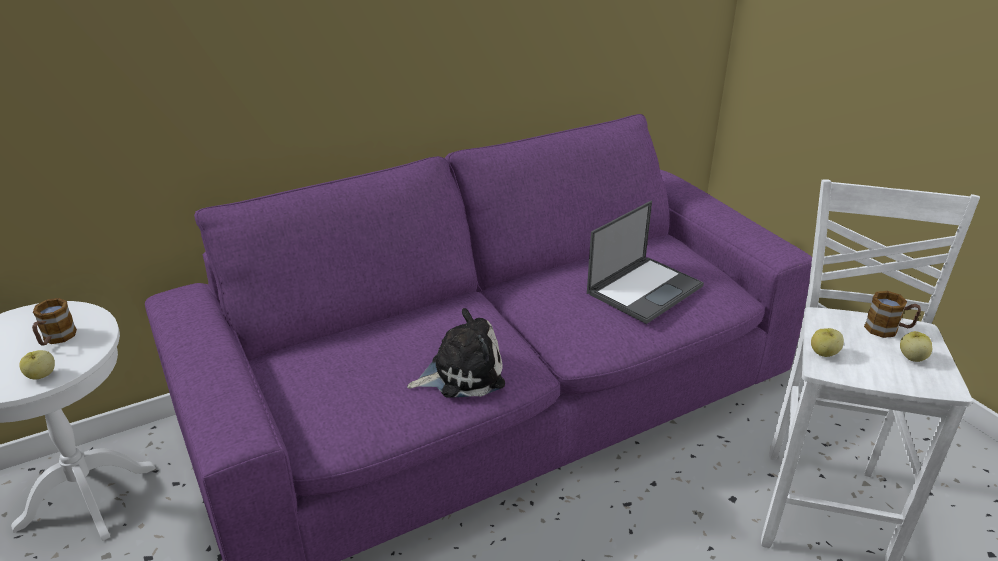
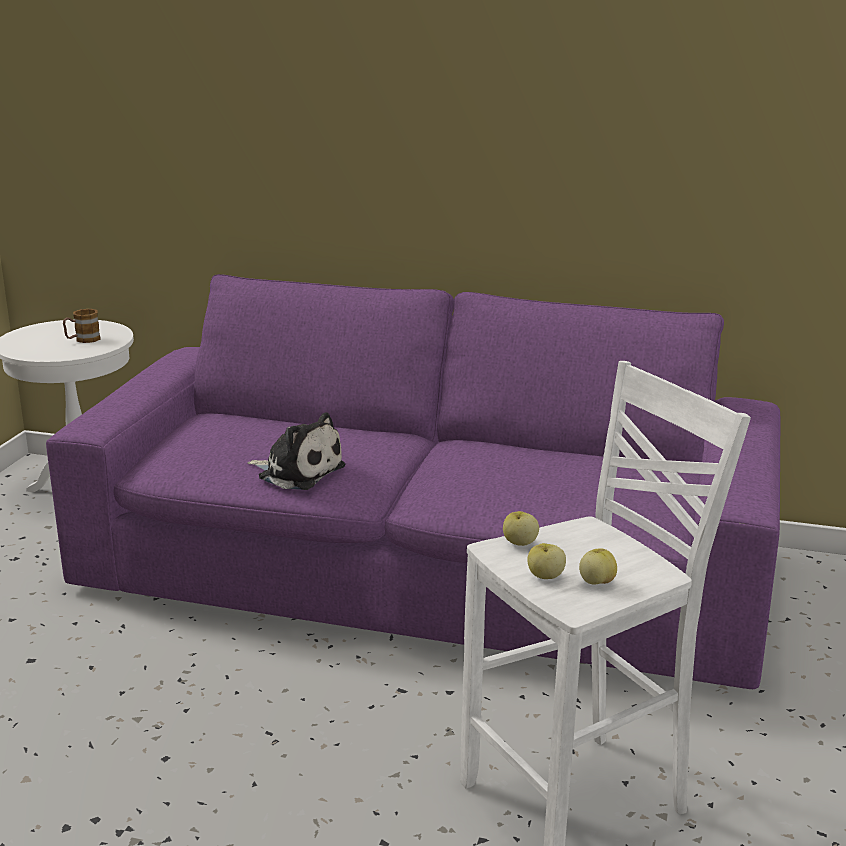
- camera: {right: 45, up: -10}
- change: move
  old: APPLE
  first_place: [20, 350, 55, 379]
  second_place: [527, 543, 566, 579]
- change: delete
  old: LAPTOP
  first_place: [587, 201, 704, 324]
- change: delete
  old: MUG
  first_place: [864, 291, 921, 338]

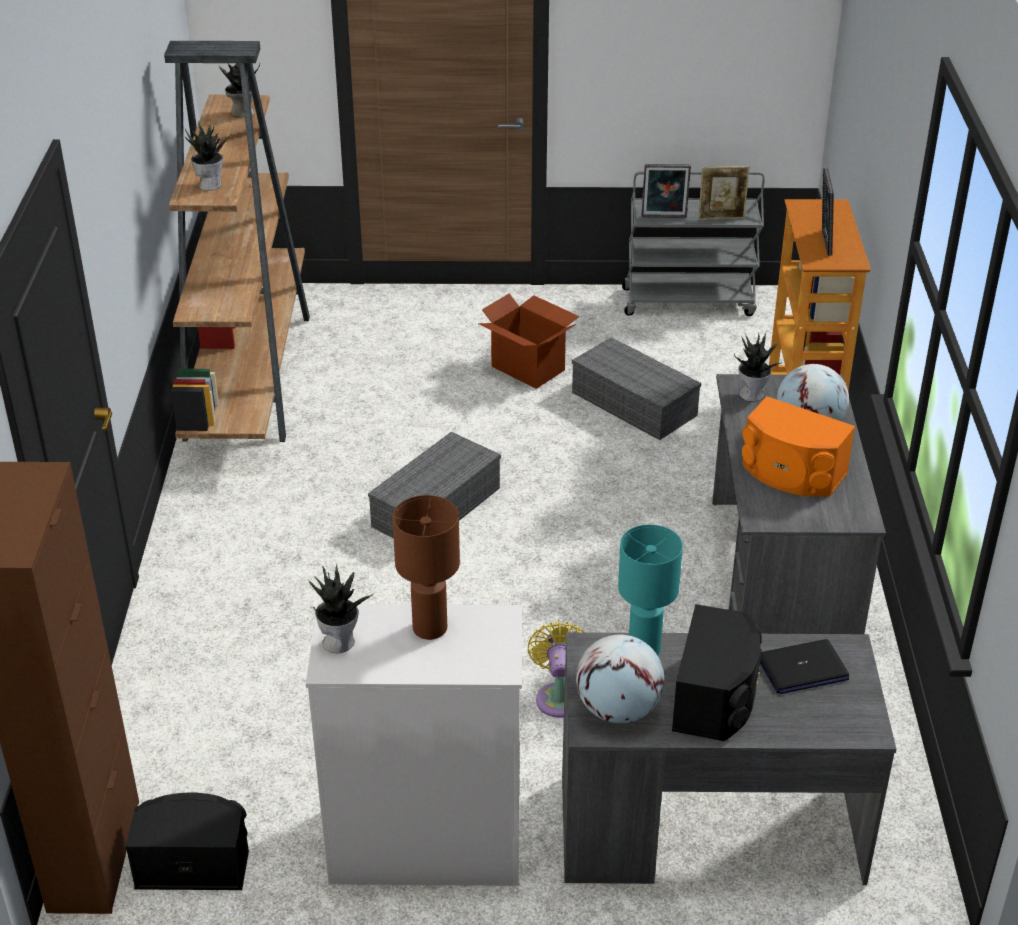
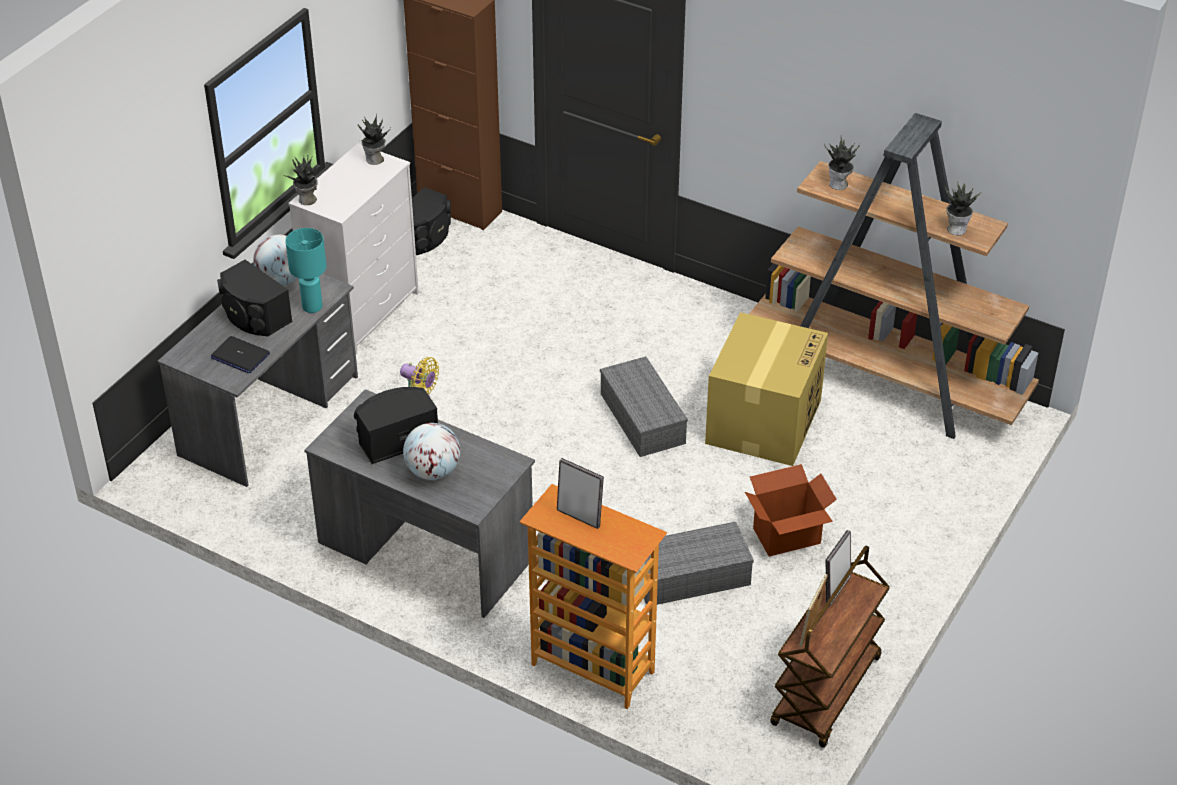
- camera: {right: 120, up: 5}
- change: rotate
  old: LAPTOP
  first_place: [760, 639, 849, 694]
  second_place: [211, 336, 270, 373]
  degrees: -75
- change: move
  old: POTTED PLANT
  first_place: [734, 333, 783, 402]
  second_place: [284, 155, 318, 205]
- change: recolor
  old: ORANGE SPEAKER
  new: BLACK SPEAKER
  first_place: [742, 396, 855, 497]
  second_place: [354, 387, 438, 464]
- change: insert
  new: CARDBOARD BOX
  second_place: [705, 312, 828, 466]
- change: recolor
  old: GREY CART
  new: BROWN CART
  first_place: [622, 171, 765, 316]
  second_place: [771, 546, 890, 748]
- change: delete
  old: BROWN TABLE LAMP
  first_place: [392, 495, 460, 640]

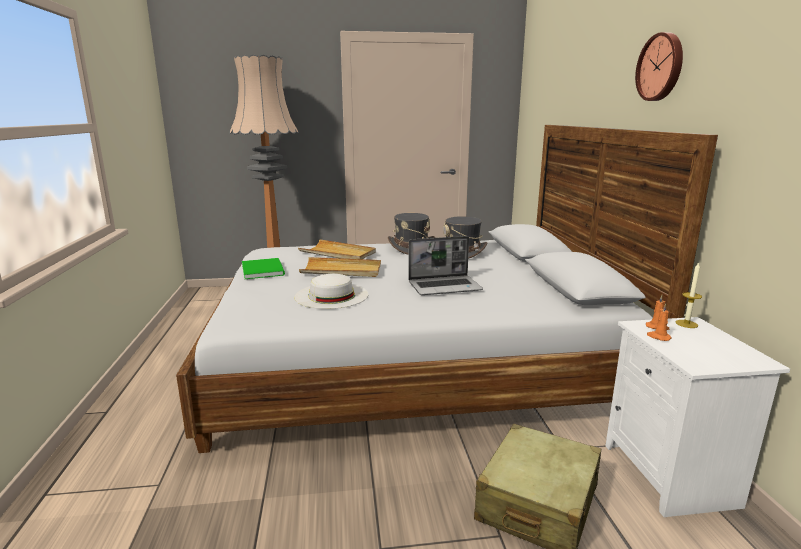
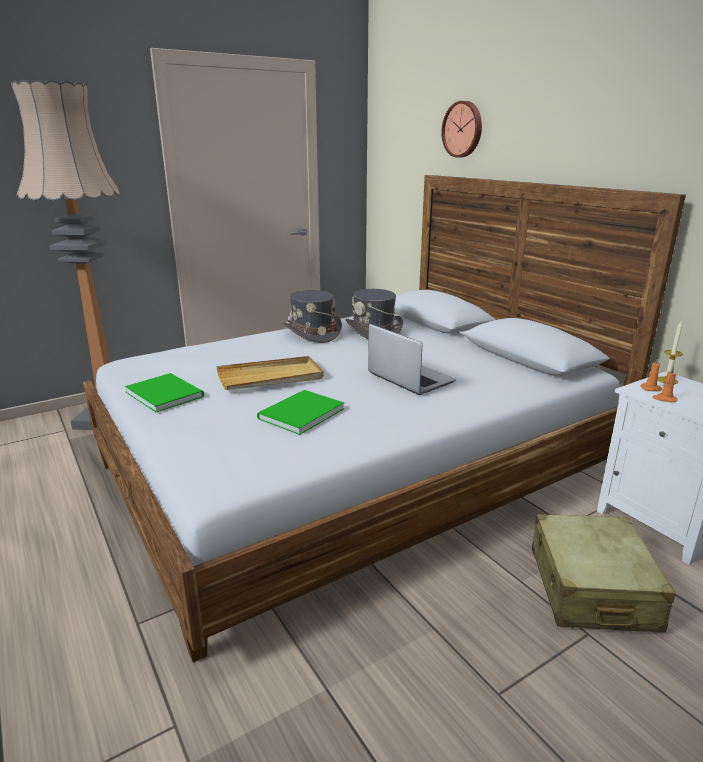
- camera: {right: -25, up: 5}
- change: replace
  old: WHITE HAT
  new: GREEN BOOK
  first_place: [294, 274, 368, 309]
  second_place: [257, 390, 344, 435]
- change: rotate
  old: LAPTOP
  first_place: [408, 236, 483, 295]
  second_place: [368, 324, 456, 395]
  degrees: -90
- change: move
  old: WALL CLOCK
  first_place: [635, 32, 683, 101]
  second_place: [441, 101, 482, 157]
- change: delete
  old: BEIGE TRAY
  first_place: [298, 239, 376, 259]

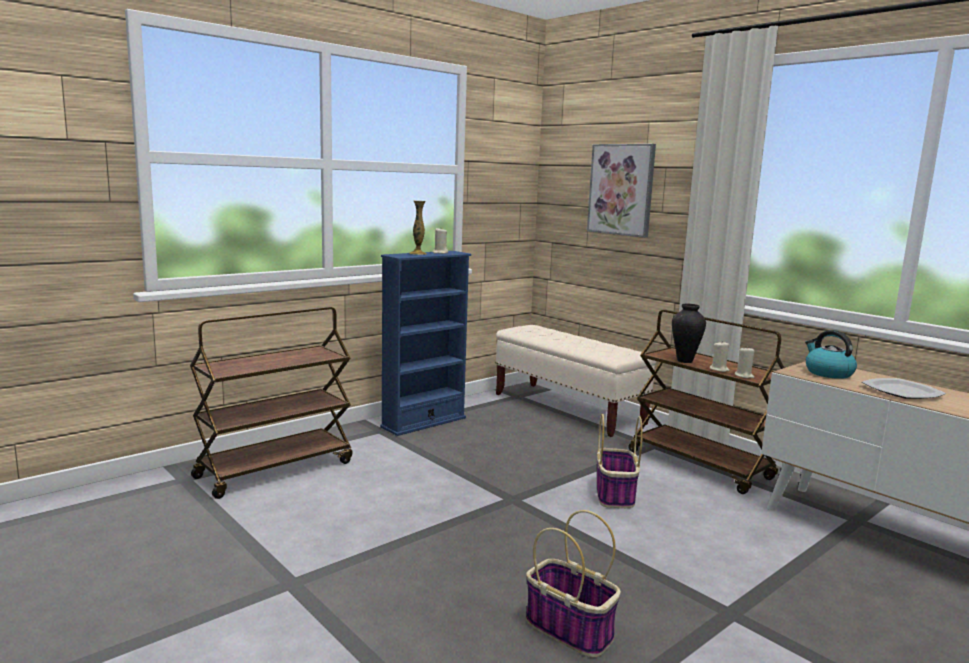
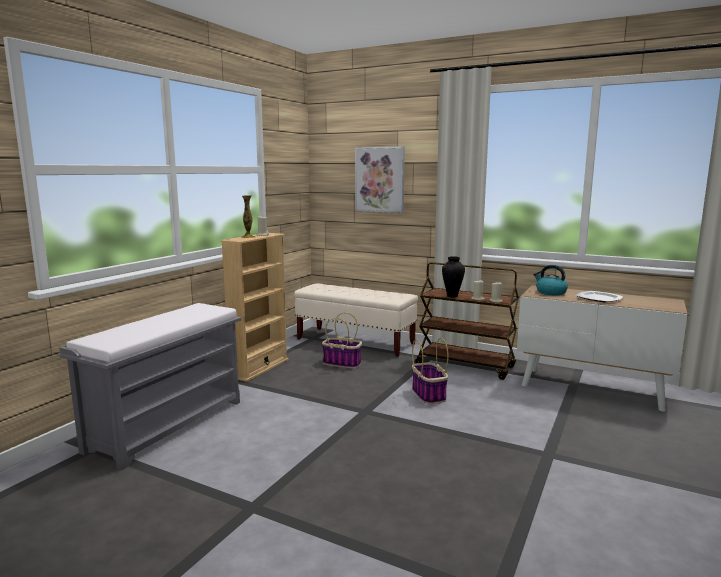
- camera: {right: -20, up: 0}
- change: replace
  old: BROWN CART
  new: GREY BENCH
  first_place: [190, 307, 352, 499]
  second_place: [59, 303, 242, 470]
- change: recolor
  old: BLUE BOOKCASE
  new: BEIGE BOOKCASE
  first_place: [380, 251, 471, 436]
  second_place: [221, 233, 289, 382]
- change: move
  old: BASKET
  first_place: [526, 510, 621, 658]
  second_place: [322, 312, 362, 369]

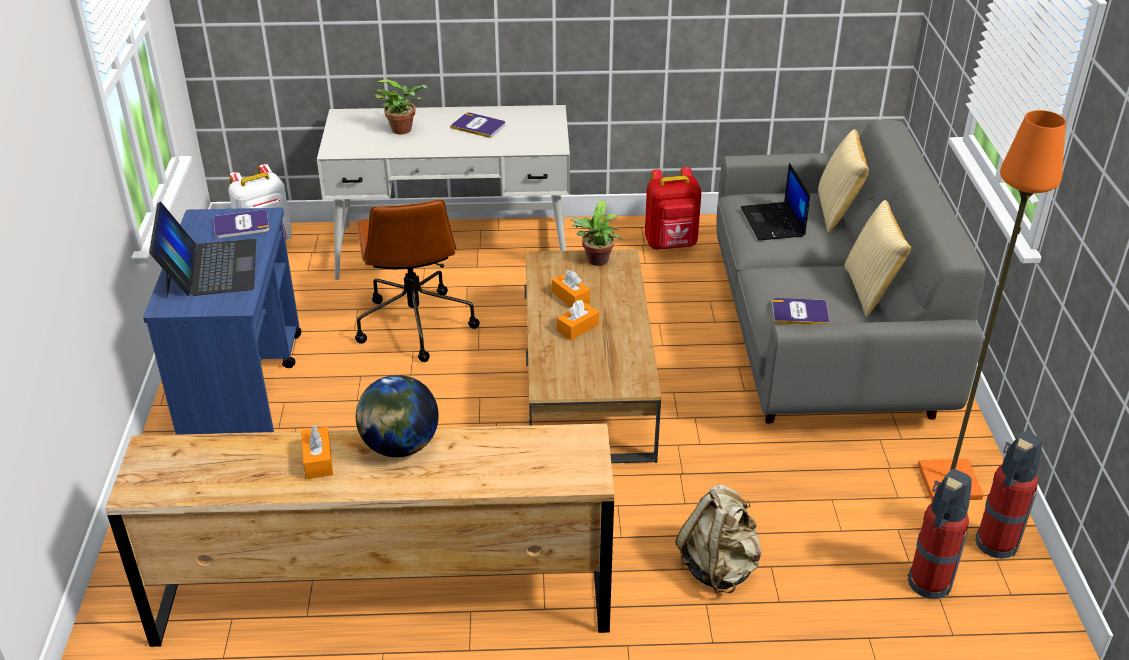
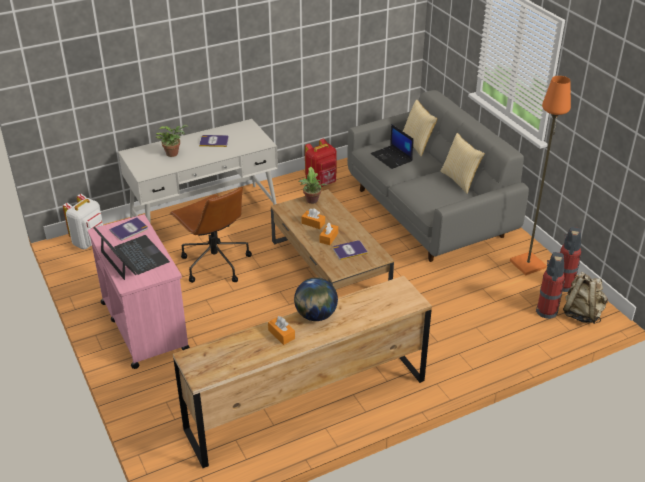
- camera: {right: -25, up: 0}
- change: recolor
  old: BLUE CART
  new: PINK CART
  first_place: [143, 208, 302, 435]
  second_place: [88, 214, 190, 369]
- change: move
  old: BOOK
  first_place: [772, 298, 830, 325]
  second_place: [333, 240, 368, 260]
- change: move
  old: BEIGE BACKPACK
  first_place: [676, 485, 762, 593]
  second_place: [563, 272, 608, 324]

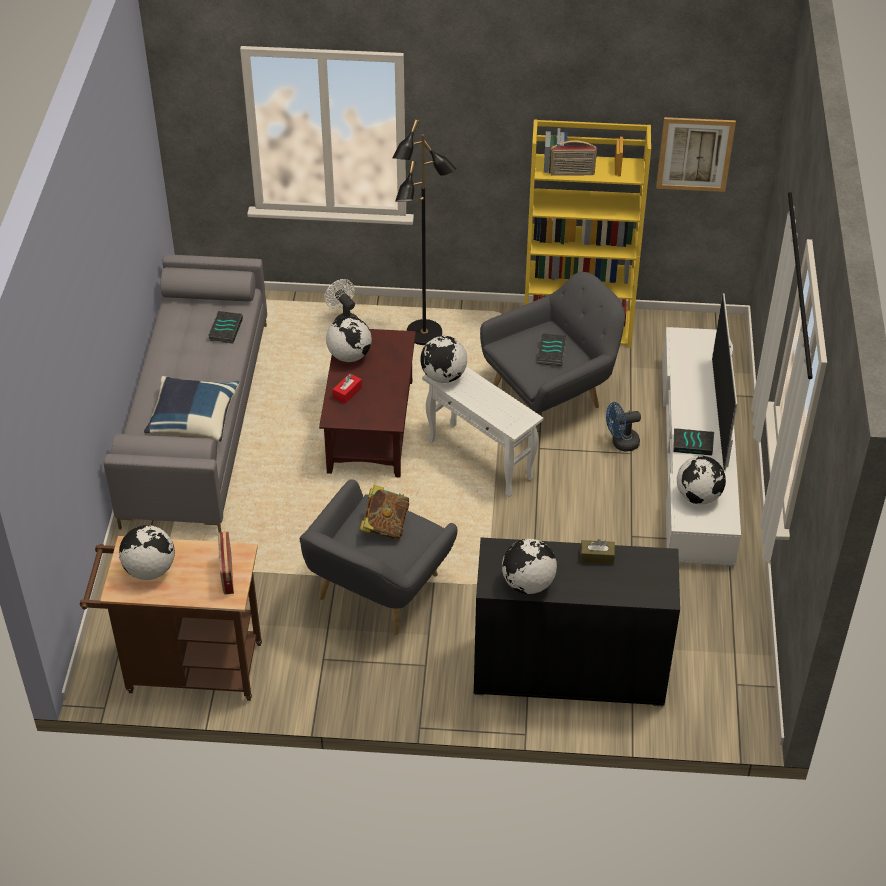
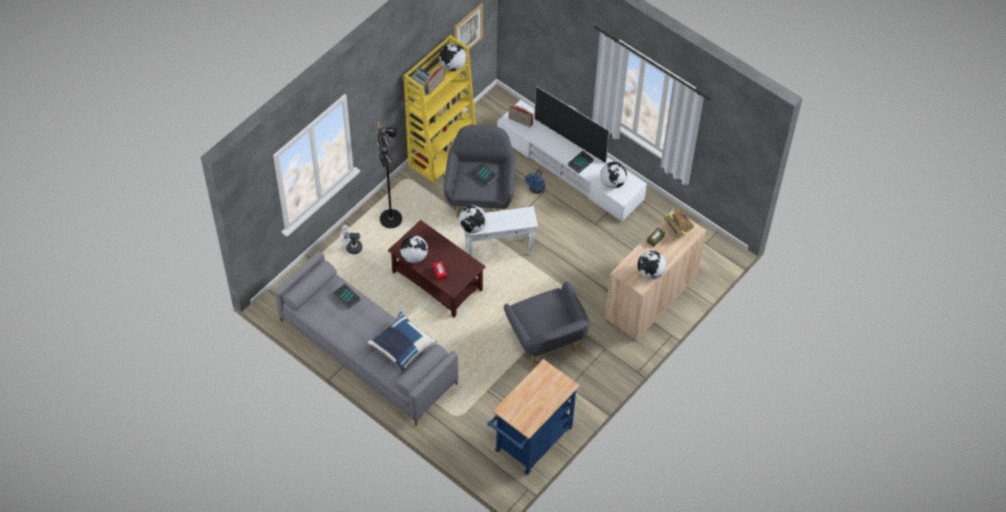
- camera: {right: -55, up: 10}
- change: move
  old: GLOBE
  first_place: [119, 525, 175, 580]
  second_place: [439, 44, 466, 71]
- change: recolor
  old: BROWN CART
  new: BLUE CART
  first_place: [80, 536, 262, 701]
  second_place: [487, 359, 580, 475]
- change: move
  old: RADIO
  first_place: [218, 531, 234, 594]
  second_place: [508, 105, 533, 127]
- change: recolor
  old: BLACK CABINET
  new: BEIGE CABINET
  first_place: [474, 538, 680, 706]
  second_place: [605, 209, 706, 340]
- change: move
  old: BOOK
  first_place: [360, 485, 409, 540]
  second_place: [664, 208, 694, 239]

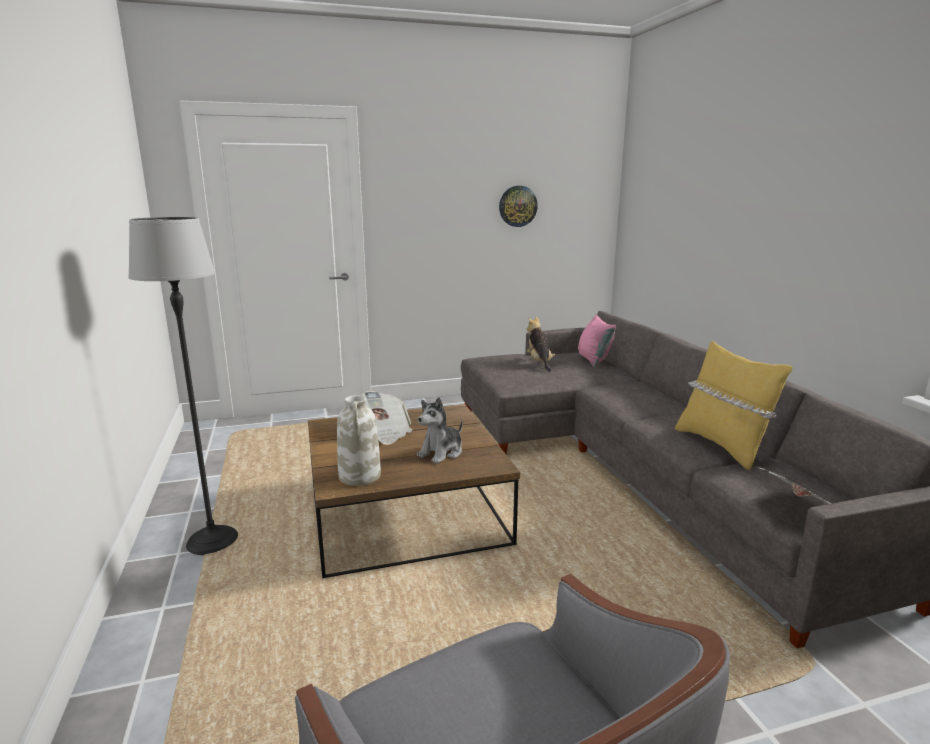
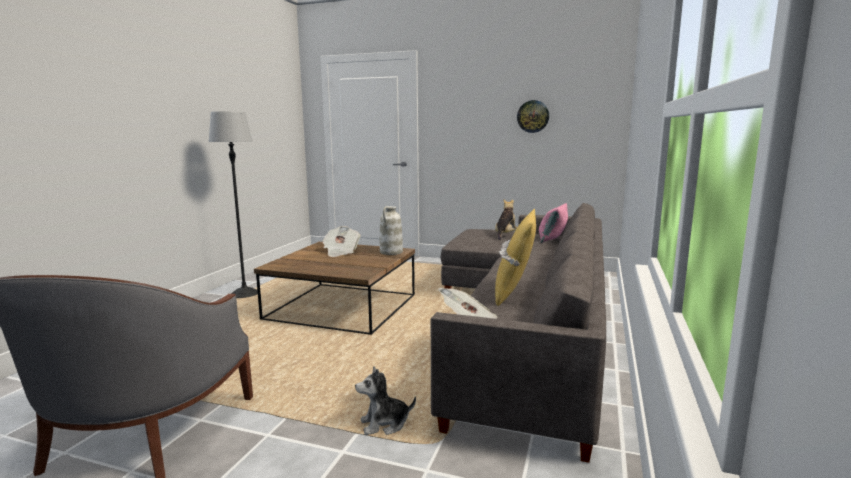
- camera: {right: 35, up: -5}
- change: move
  old: PLUSH TOY
  first_place: [417, 397, 462, 464]
  second_place: [355, 366, 416, 435]
- change: move
  old: WHITE VASE
  first_place: [337, 395, 381, 486]
  second_place: [380, 206, 403, 255]

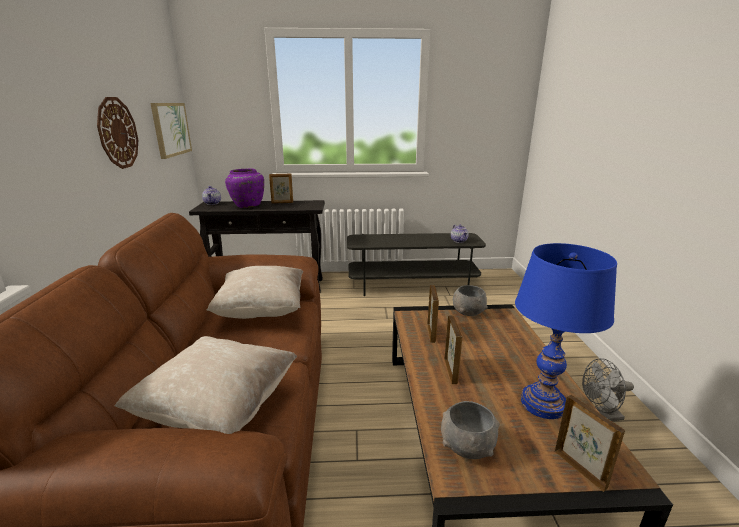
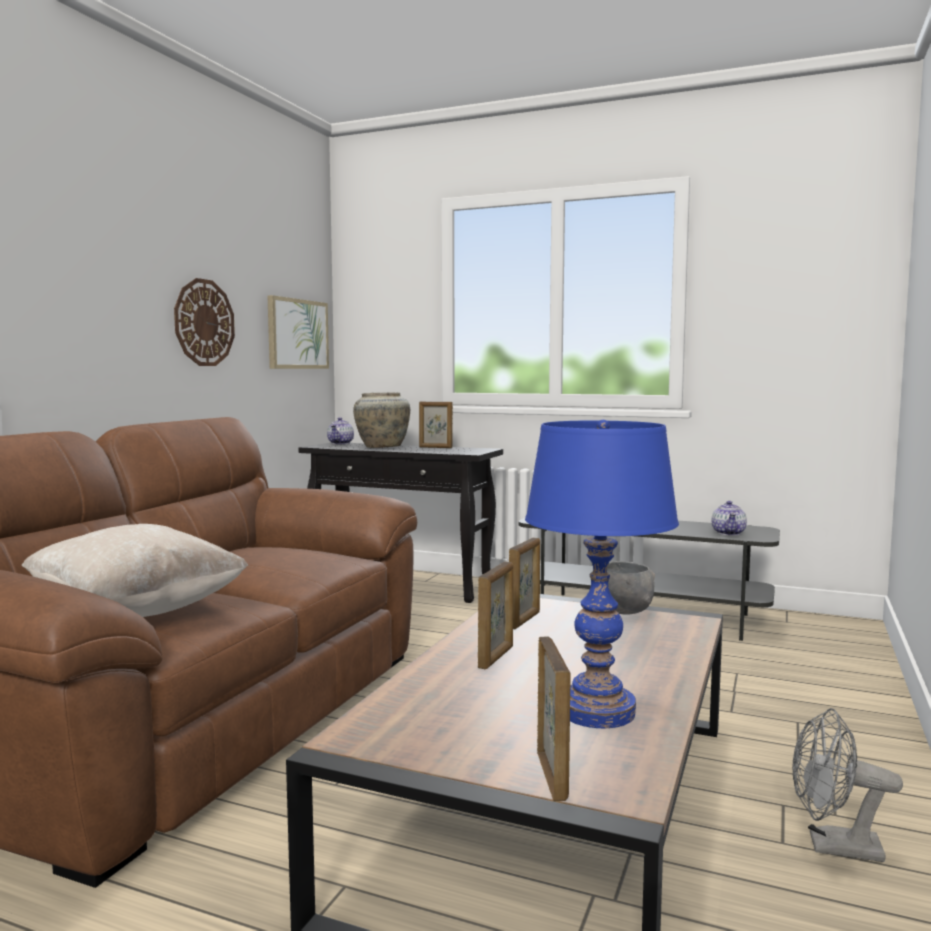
- camera: {right: 25, up: -15}
- change: recolor
  old: PURPLE VASE
  new: BEIGE VASE
  first_place: [225, 169, 264, 208]
  second_place: [353, 392, 410, 448]
- change: delete
  old: BEIGE PILLOW
  first_place: [207, 266, 303, 319]
- change: delete
  old: GREY BOWL
  first_place: [441, 401, 500, 459]

